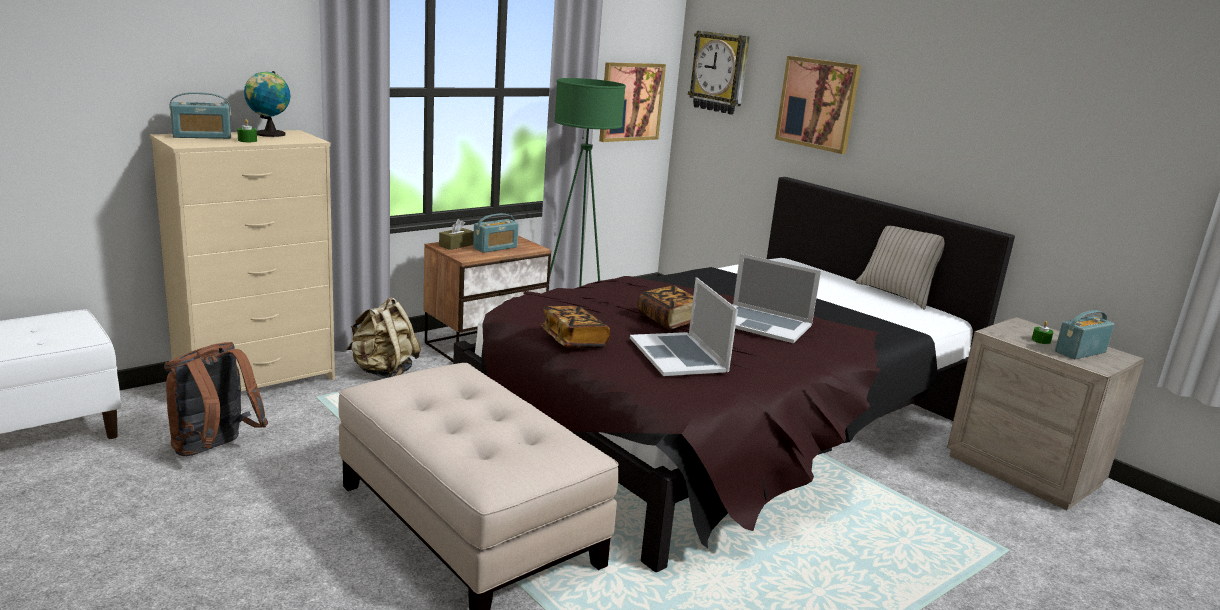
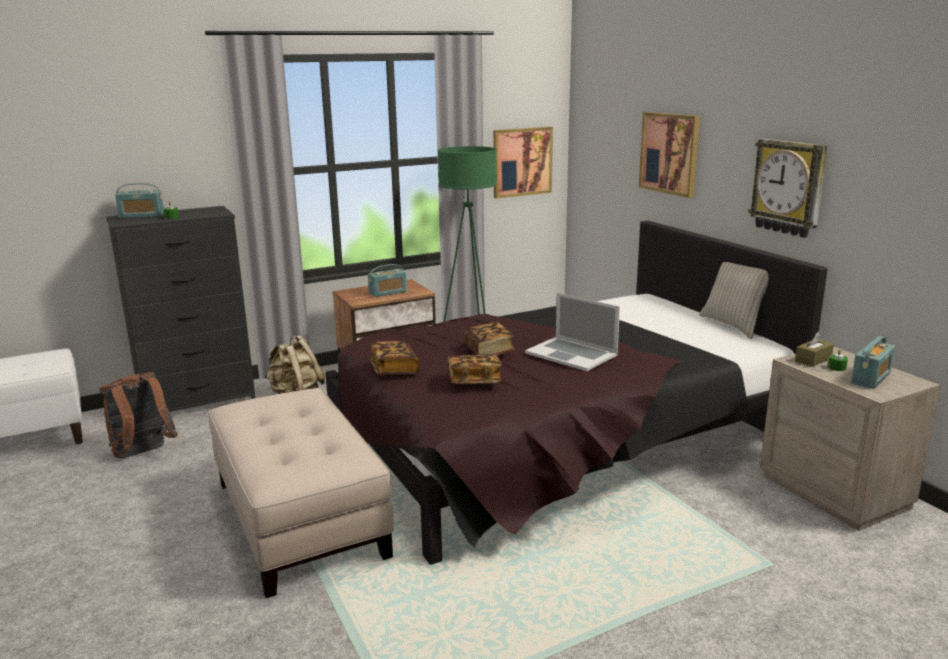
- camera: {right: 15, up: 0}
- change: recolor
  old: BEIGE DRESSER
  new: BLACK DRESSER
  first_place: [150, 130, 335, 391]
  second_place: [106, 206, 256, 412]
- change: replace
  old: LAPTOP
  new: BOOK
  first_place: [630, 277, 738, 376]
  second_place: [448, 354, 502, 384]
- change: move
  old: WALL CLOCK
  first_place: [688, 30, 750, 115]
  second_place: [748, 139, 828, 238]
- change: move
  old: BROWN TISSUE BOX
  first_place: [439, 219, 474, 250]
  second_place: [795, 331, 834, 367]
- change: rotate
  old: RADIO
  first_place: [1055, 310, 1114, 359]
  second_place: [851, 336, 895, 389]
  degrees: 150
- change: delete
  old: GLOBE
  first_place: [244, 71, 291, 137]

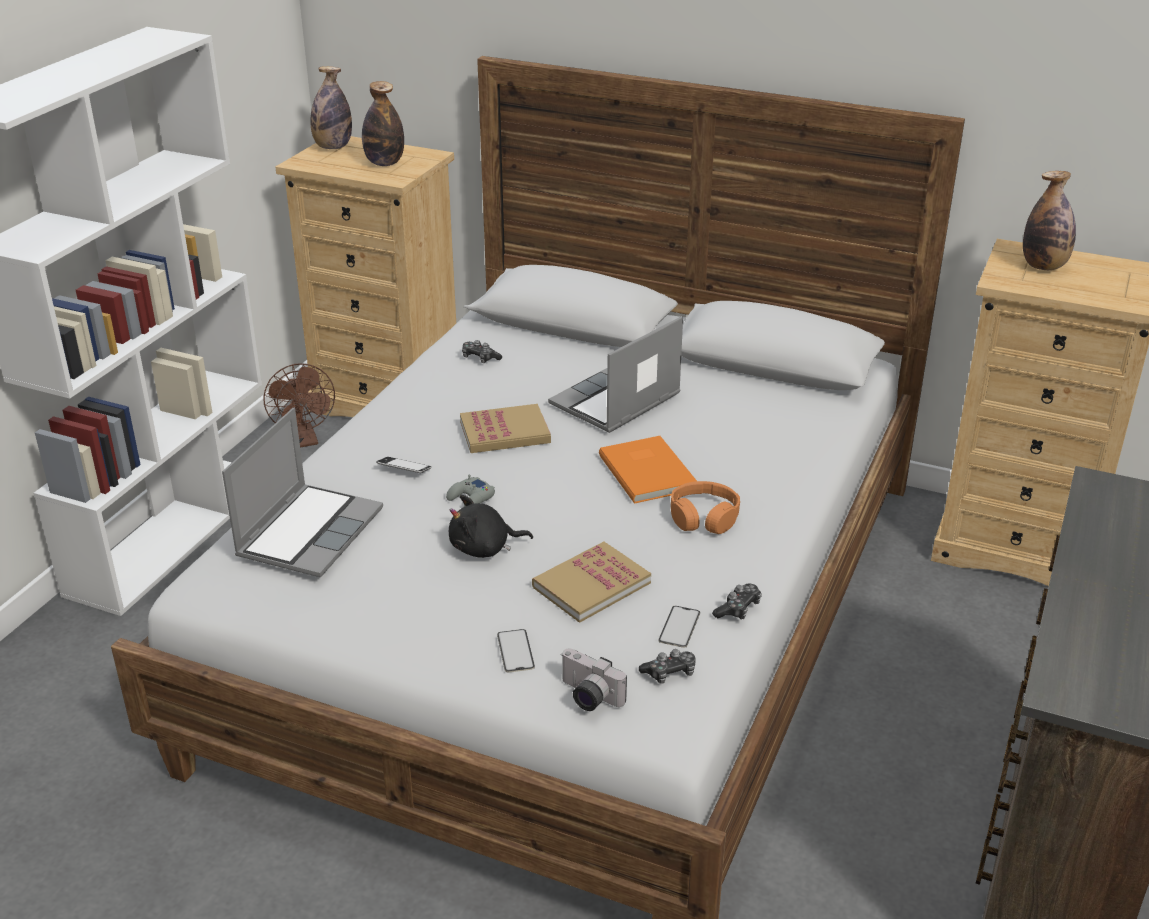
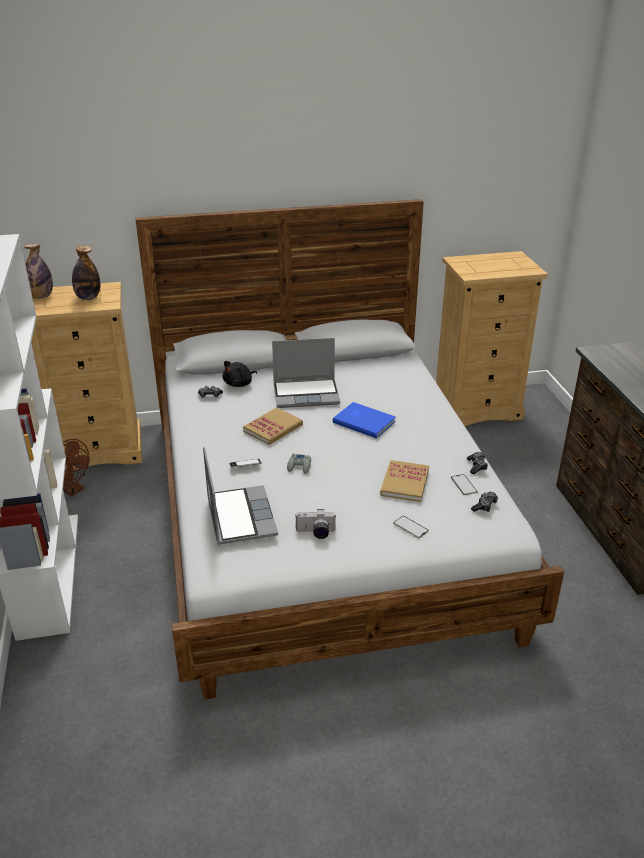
- camera: {right: -35, up: 0}
- change: move
  old: BLACK PLUSH TOY
  first_place: [449, 495, 533, 558]
  second_place: [223, 361, 257, 387]
- change: rotate
  old: LAPTOP
  first_place: [548, 316, 683, 433]
  second_place: [272, 338, 340, 408]
  degrees: -105
- change: move
  old: PHOTO CAMERA
  first_place: [562, 648, 627, 711]
  second_place: [295, 509, 336, 539]
- change: recolor
  old: ORANGE BOOK
  new: BLUE BOOK
  first_place: [599, 436, 697, 504]
  second_place: [333, 402, 396, 439]
- change: delete
  old: ORANGE HEADPHONES
  first_place: [671, 481, 740, 534]
- change: delete
  old: BOTTLE
  first_place: [1023, 171, 1076, 270]

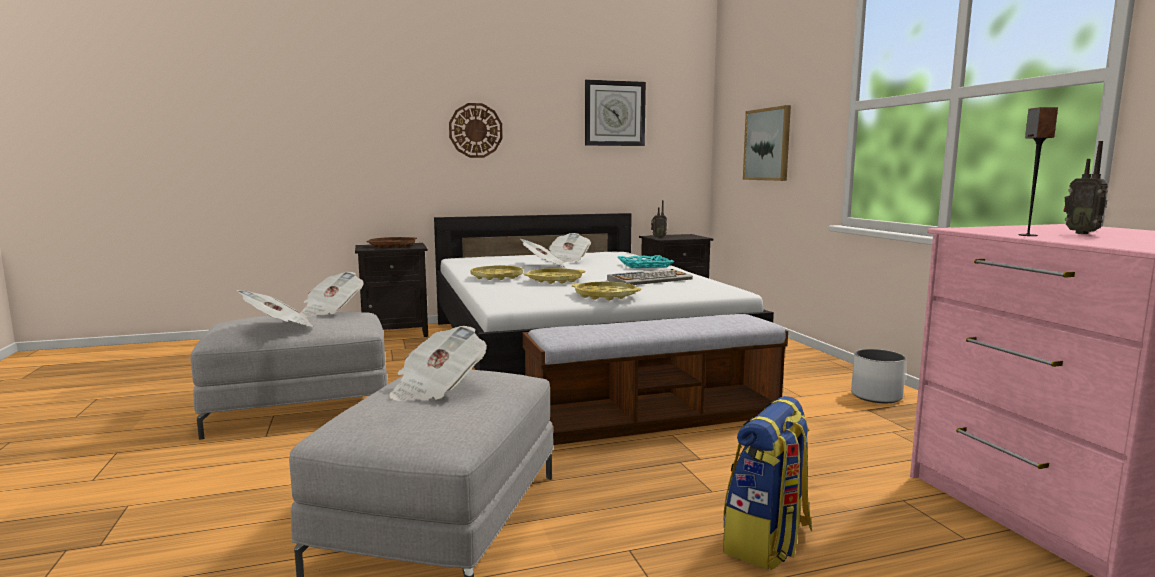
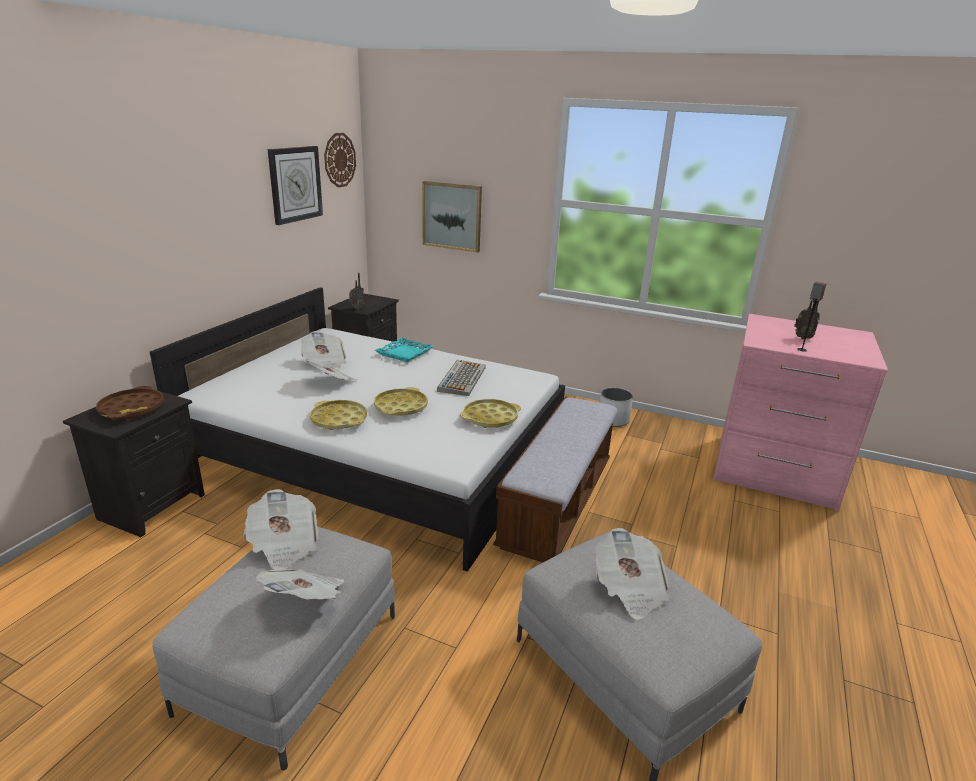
- camera: {right: -50, up: 15}
- change: move
  old: WALL CLOCK
  first_place: [449, 103, 503, 158]
  second_place: [324, 133, 356, 187]
- change: delete
  old: BACKPACK
  first_place: [723, 396, 812, 570]

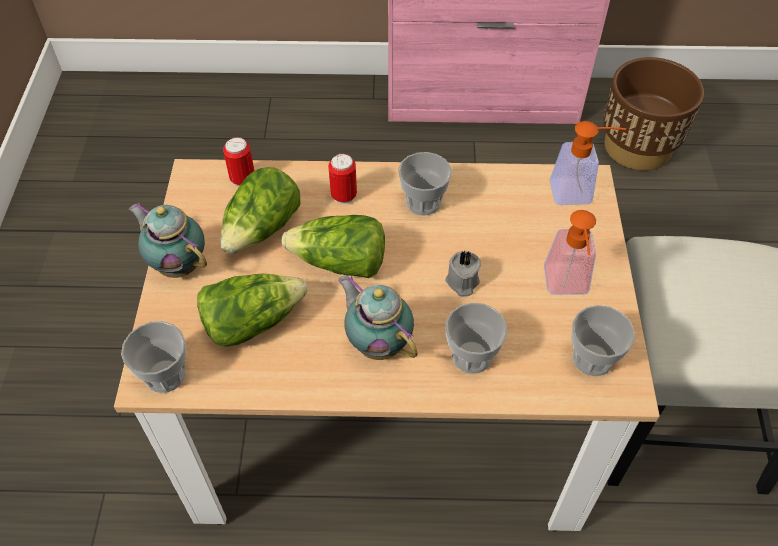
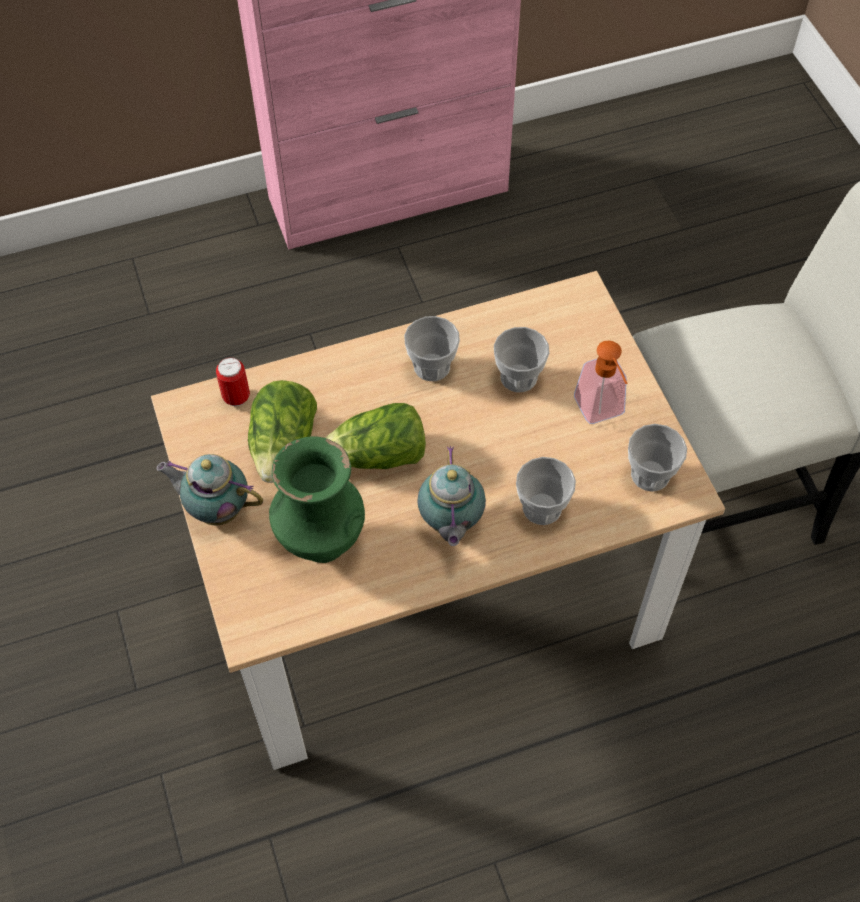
- camera: {right: -20, up: 5}
- change: replace
  old: LETTUCE
  new: GREEN VASE
  first_place: [197, 274, 307, 347]
  second_place: [269, 436, 365, 563]
- change: rotate
  old: TEAPOT
  first_place: [338, 275, 418, 360]
  second_place: [417, 446, 486, 546]
  degrees: -120
- change: move
  old: CUP
  first_place: [121, 321, 186, 393]
  second_place: [494, 327, 549, 392]
- change: delete
  old: CAN
  first_place: [328, 154, 357, 204]
- change: delete
  old: GREY CANDLE
  first_place: [445, 251, 481, 297]
- change: delete
  old: SOAP DISPENSER
  first_place: [550, 121, 626, 205]
- change: delete
  old: BROWN PLANTER
  first_place: [603, 57, 704, 171]

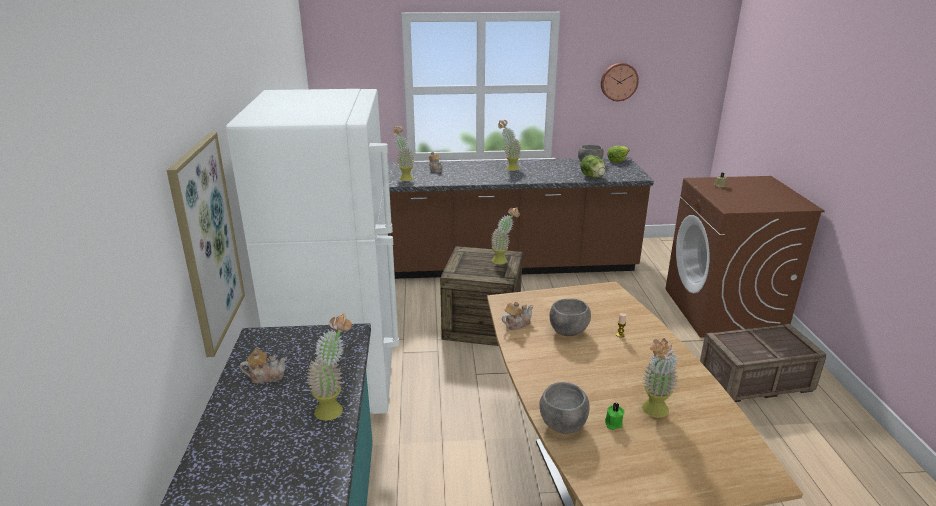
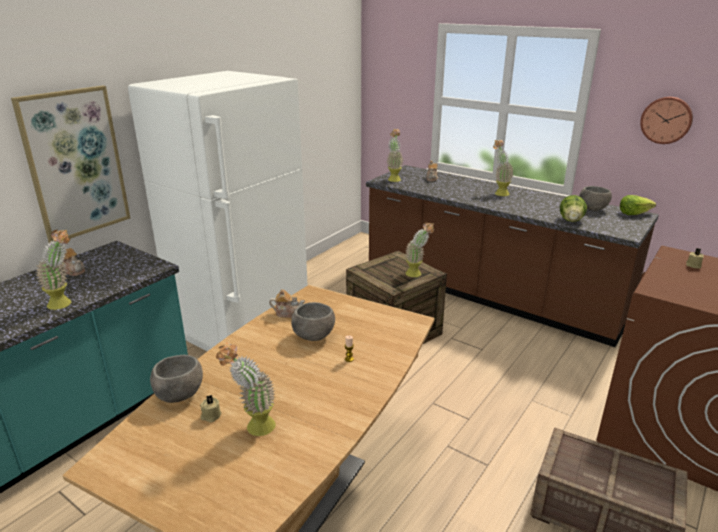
- camera: {right: 40, up: 0}
- change: recolor
  old: GREEN CANDLE
  new: BEIGE CANDLE
  first_place: [605, 403, 624, 430]
  second_place: [200, 395, 221, 422]

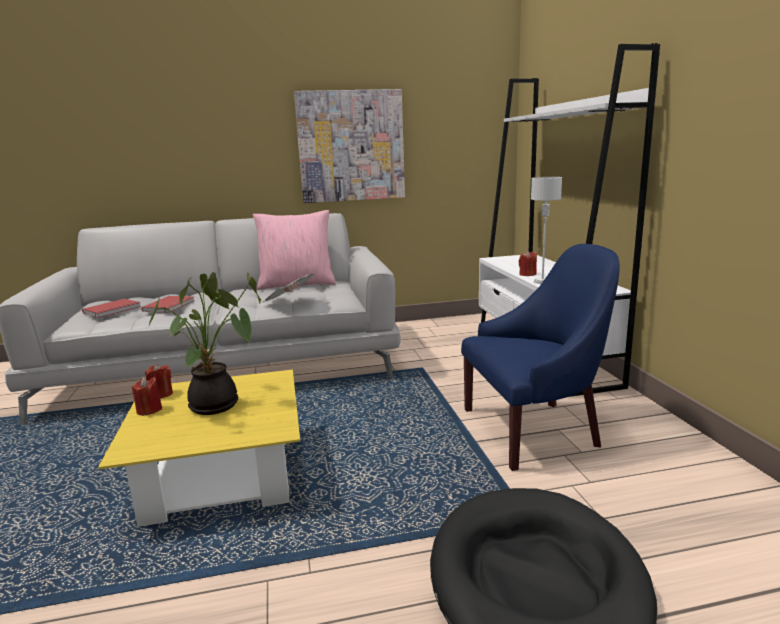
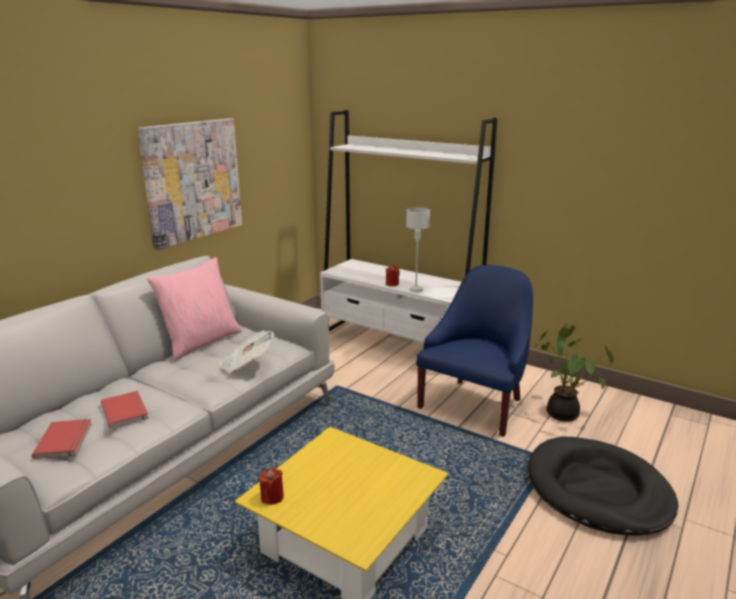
- camera: {right: -45, up: 5}
- change: move
  old: POTTED PLANT
  first_place: [149, 272, 261, 415]
  second_place: [535, 323, 614, 422]
- change: delete
  old: RED CANDLE
  first_place: [132, 377, 162, 416]

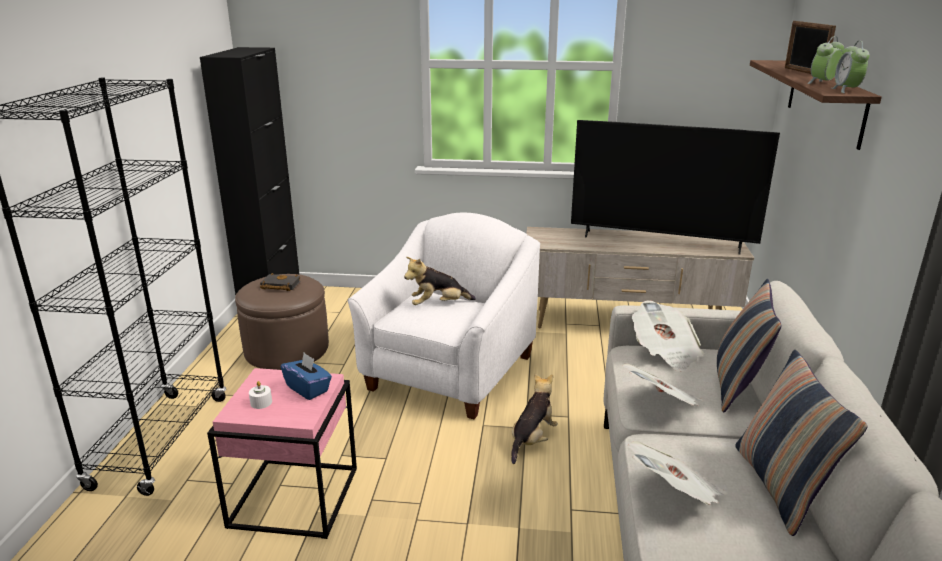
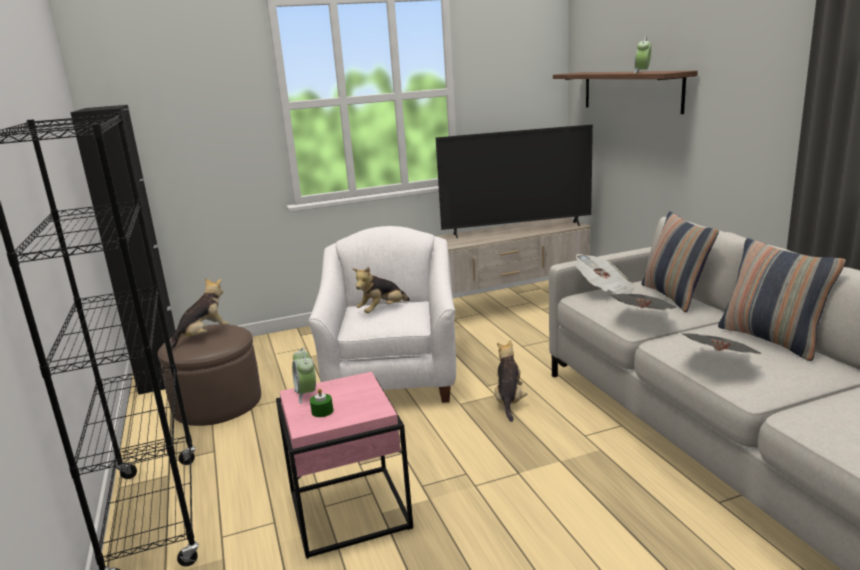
- camera: {right: -25, up: -5}
- change: replace
  old: BLACK BOOK
  new: PLUSH TOY
  first_place: [260, 273, 300, 291]
  second_place: [171, 278, 229, 349]
- change: move
  old: ALARM CLOCK
  first_place: [832, 41, 870, 93]
  second_place: [292, 348, 316, 404]
- change: recolor
  old: WHITE CANDLE
  new: GREEN CANDLE
  first_place: [249, 381, 272, 409]
  second_place: [310, 388, 333, 417]
- change: delete
  old: BLUE TISSUE BOX
  first_place: [281, 353, 332, 400]
- change: delete
  old: PICTURE FRAME
  first_place: [785, 21, 836, 74]

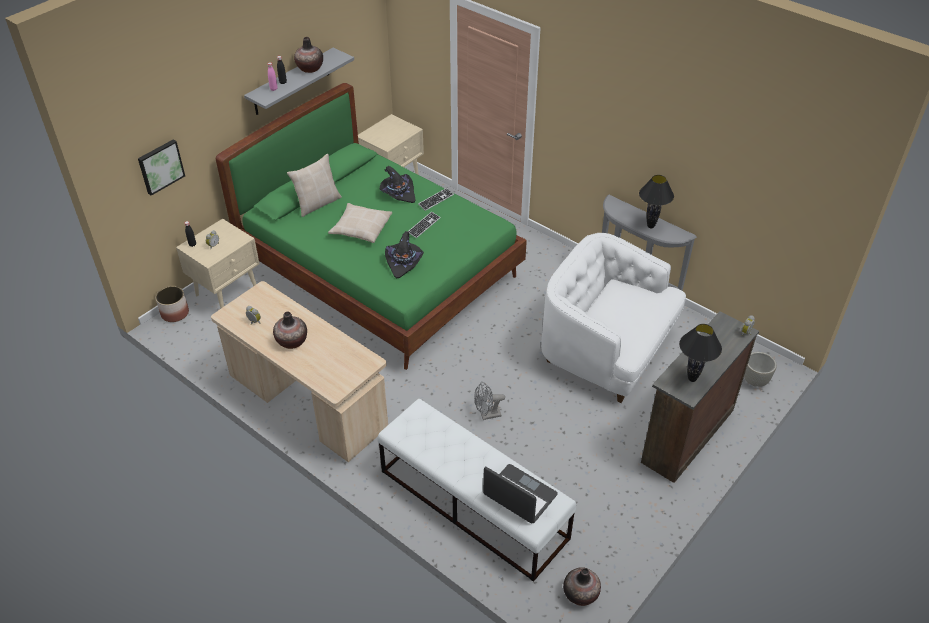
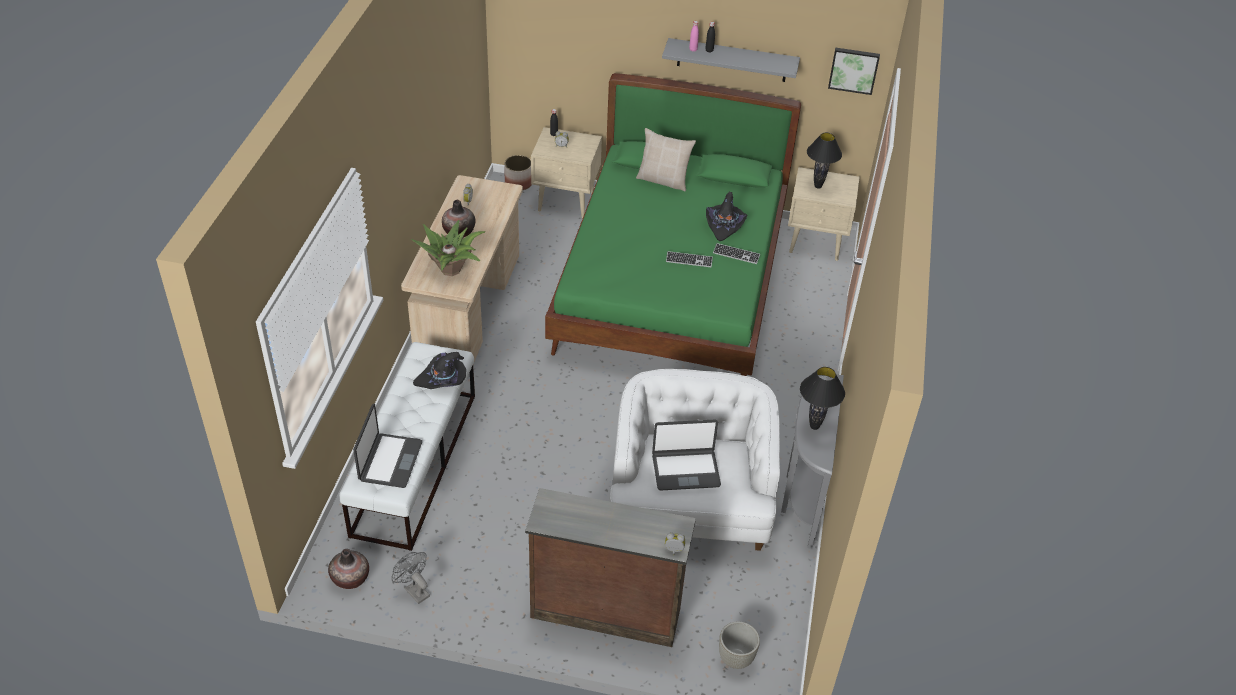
- camera: {right: 60, up: 0}
- change: move
  old: GREY FAN
  first_place: [474, 382, 505, 420]
  second_place: [391, 552, 430, 604]
- change: insert
  new: POTTED PLANT
  second_place: [411, 220, 485, 276]
- change: move
  old: BLACK HAT
  first_place: [385, 231, 424, 278]
  second_place: [413, 352, 466, 389]
- change: insert
  new: LAPTOP
  second_place: [652, 420, 721, 491]
- change: move
  old: BLACK TABLE LAMP
  first_place: [679, 324, 722, 382]
  second_place: [807, 133, 842, 189]
- change: move
  old: PICTURE
  first_place: [138, 140, 185, 196]
  second_place: [828, 48, 880, 95]
- change: delete
  old: VASE
  first_place: [294, 37, 323, 73]
- change: delete
  old: BEIGE PILLOW
  first_place: [328, 203, 392, 243]

